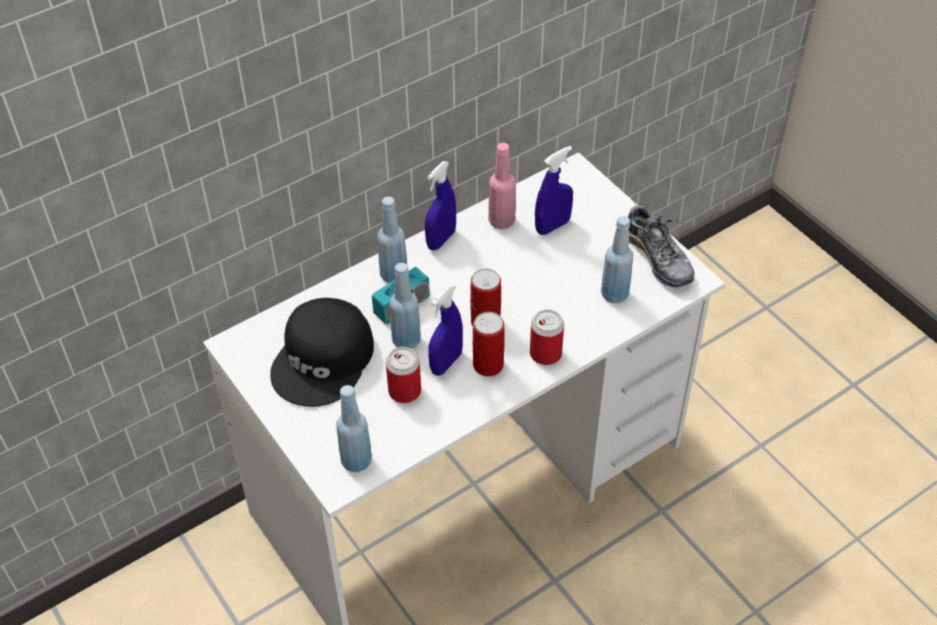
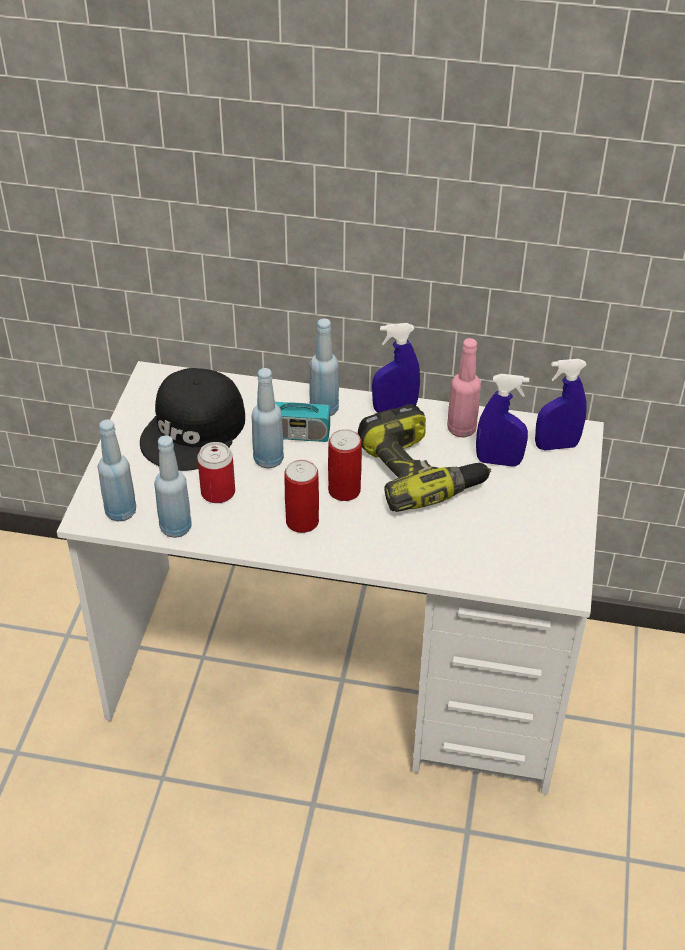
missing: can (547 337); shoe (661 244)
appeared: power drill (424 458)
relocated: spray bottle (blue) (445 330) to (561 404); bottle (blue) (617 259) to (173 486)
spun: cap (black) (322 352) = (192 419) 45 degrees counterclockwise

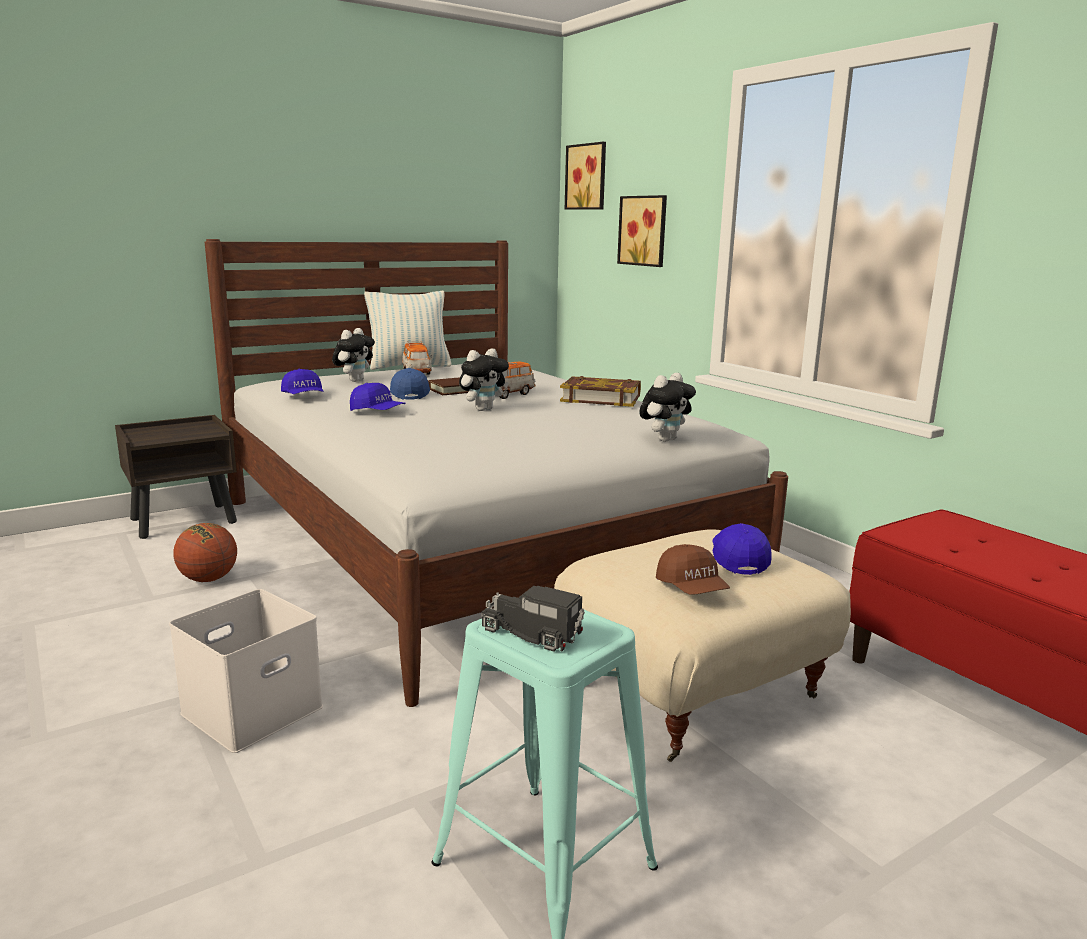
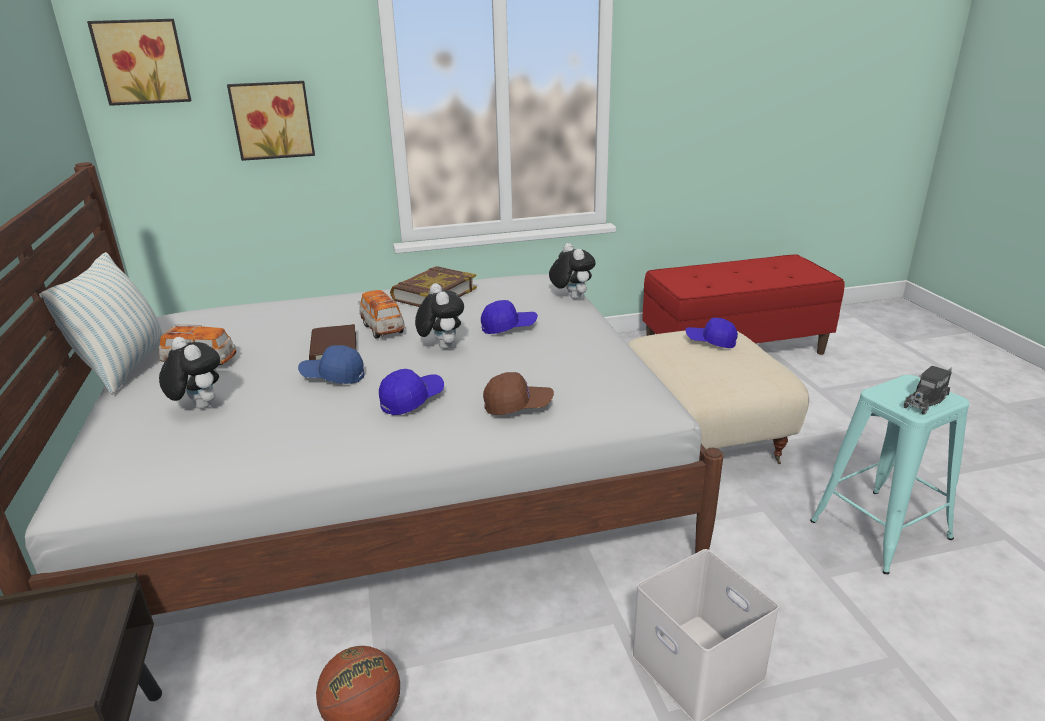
relocated: cap (blue) (302 381) to (509 317); cap (brown) (693 569) to (518 393)

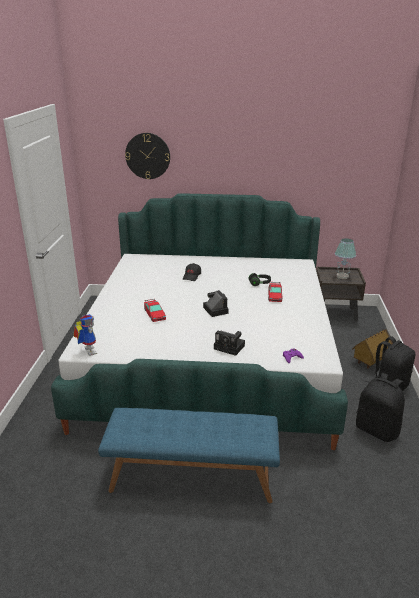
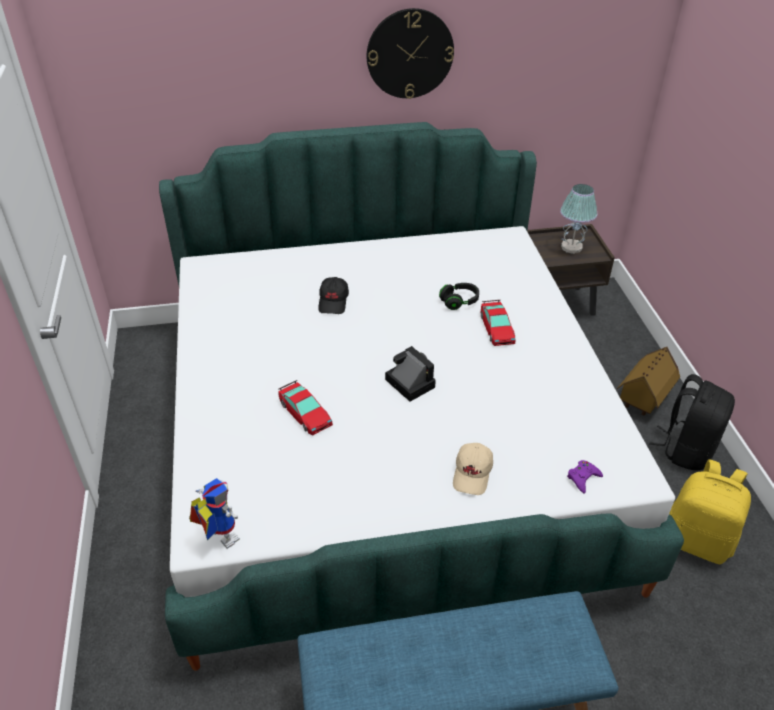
relocated: wall clock (147 156) to (410 53)
exchanged: photo camera (229 343) to cap (beige) (473 469)
colour: backpack (black) (380 407) to backpack (yellow) (710 511)

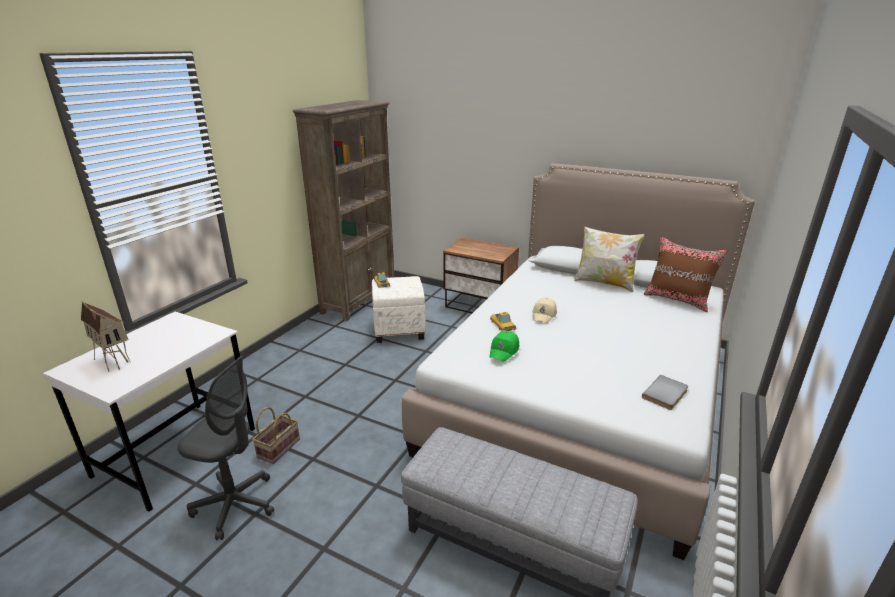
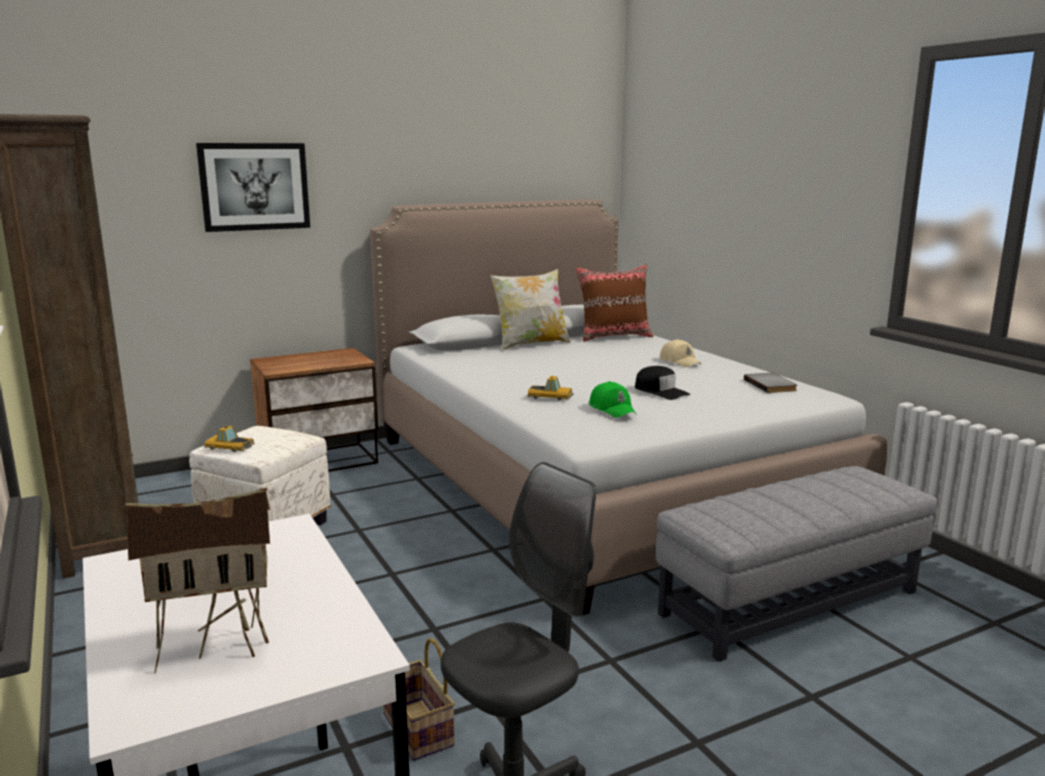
appeared: picture (253 187); cap (black) (663 383)
relocated: cap (beige) (544 310) to (680 353)

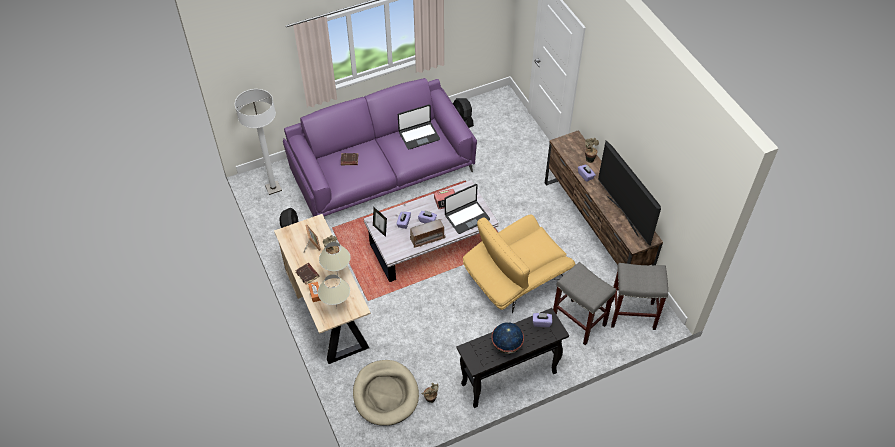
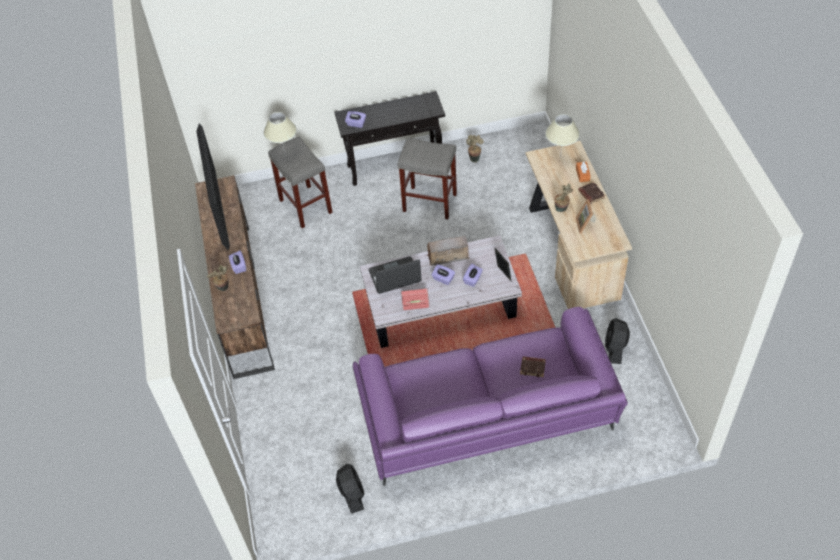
missing: floor lamp (white) (258 142); dog bed (beige) (386 393); laptop (419 126); armchair (yellow) (519 264); globe (508 338)
relocated: table lamp (beige) (335 259) to (280 132); stool (grey) (639 296) to (427 178)

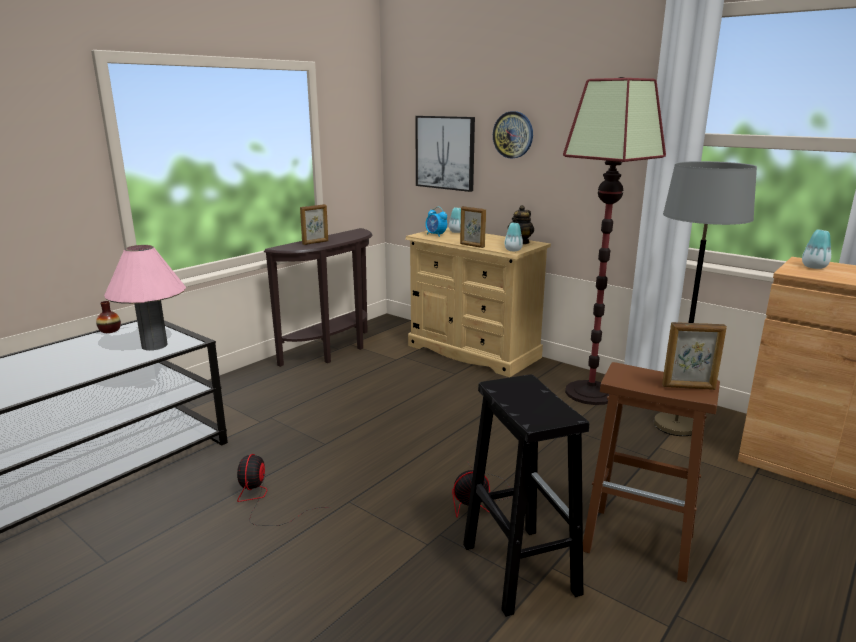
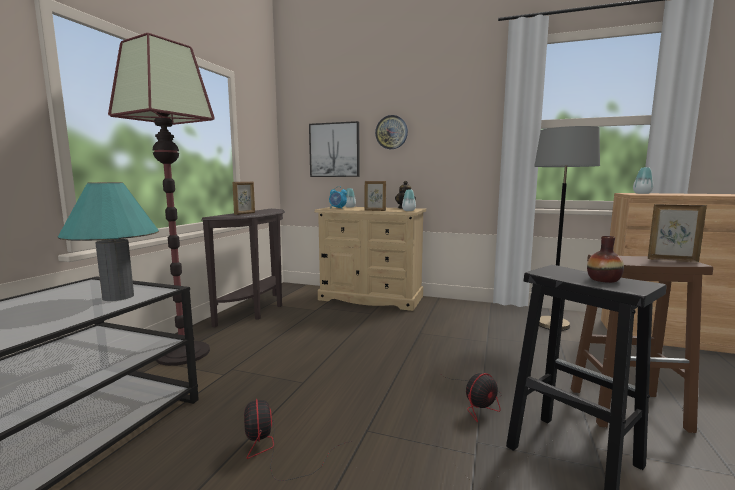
relocated: vase (108 317) to (605 259); floor lamp (614 241) to (161 199)
colour: table lamp (pink) (145 297) to table lamp (turquoise) (108 241)
spun: picture frame (694 356) = (677 233) 150 degrees counterclockwise

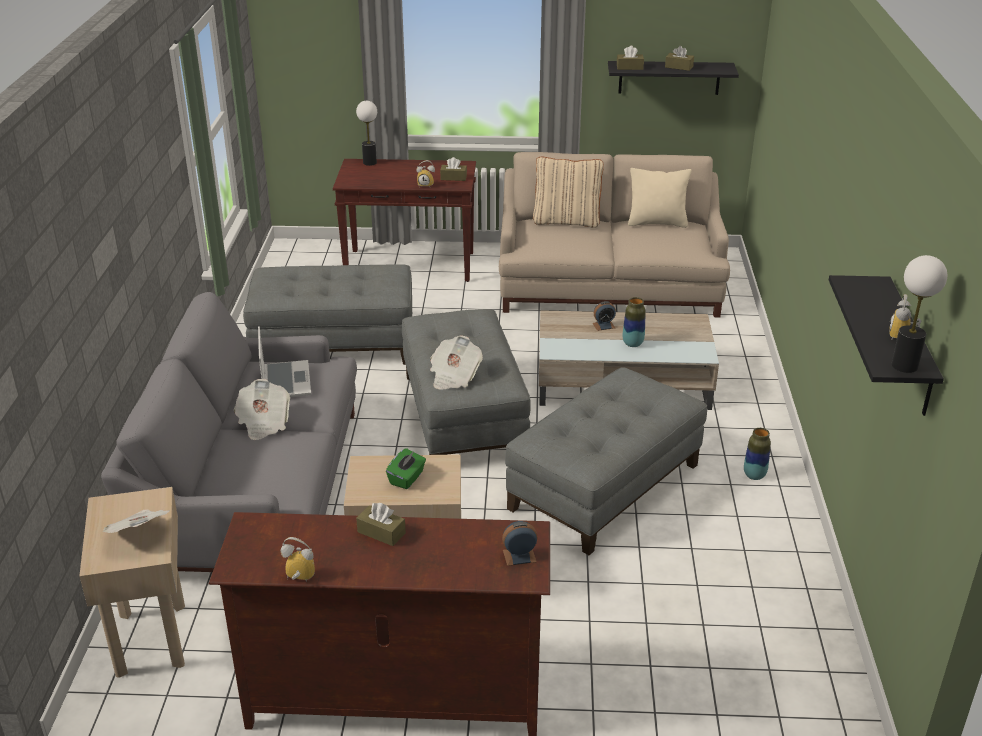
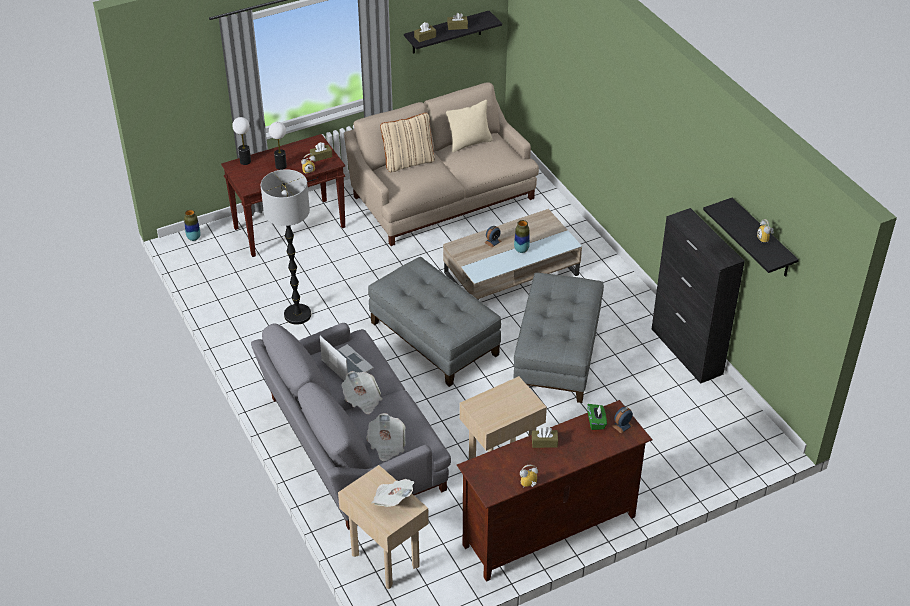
appeared: cabinet (black) (698 296)
relocated: tissue box (green) (406 468) to (597 417); newspaper (456 363) to (386 437); vase (757 454) to (192 225); table lamp (919 314) to (278 146)
exchanged: ottoman (grey) (327 314) to floor lamp (286 247)

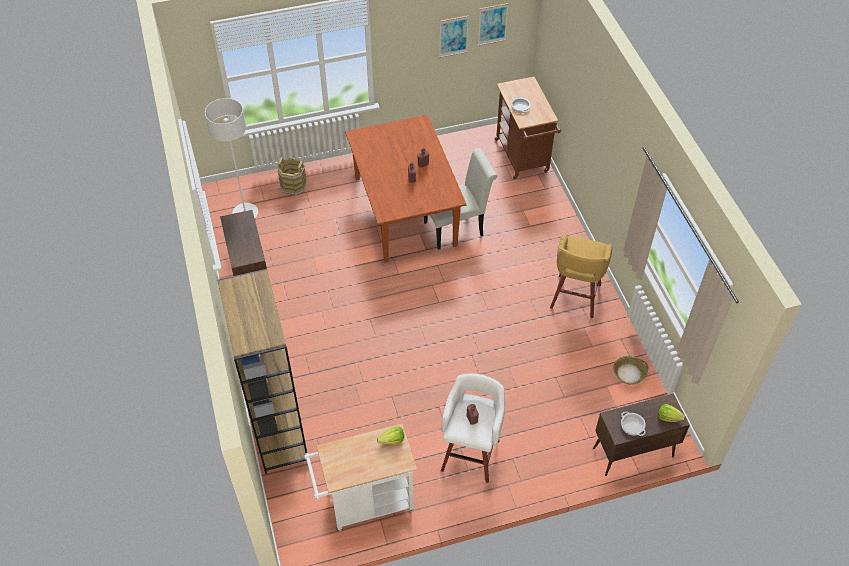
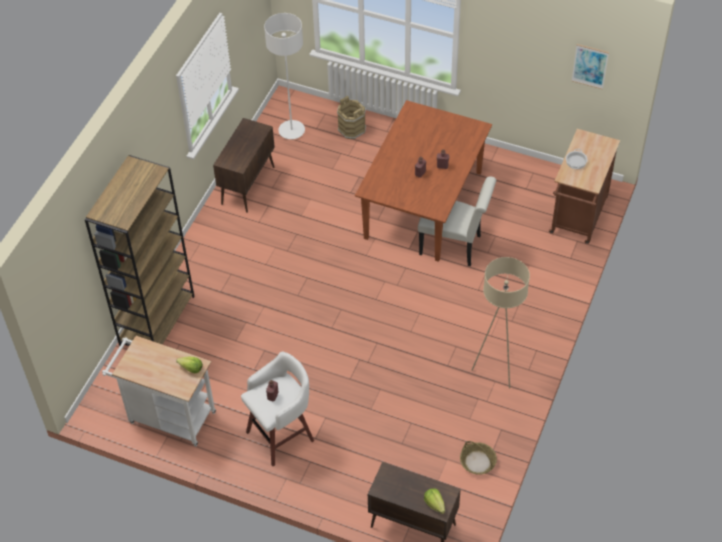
missing: picture (454 36); cooking pot (633 423)
exchanged: stool (yellow) (581 276) to floor lamp (beige) (501 323)

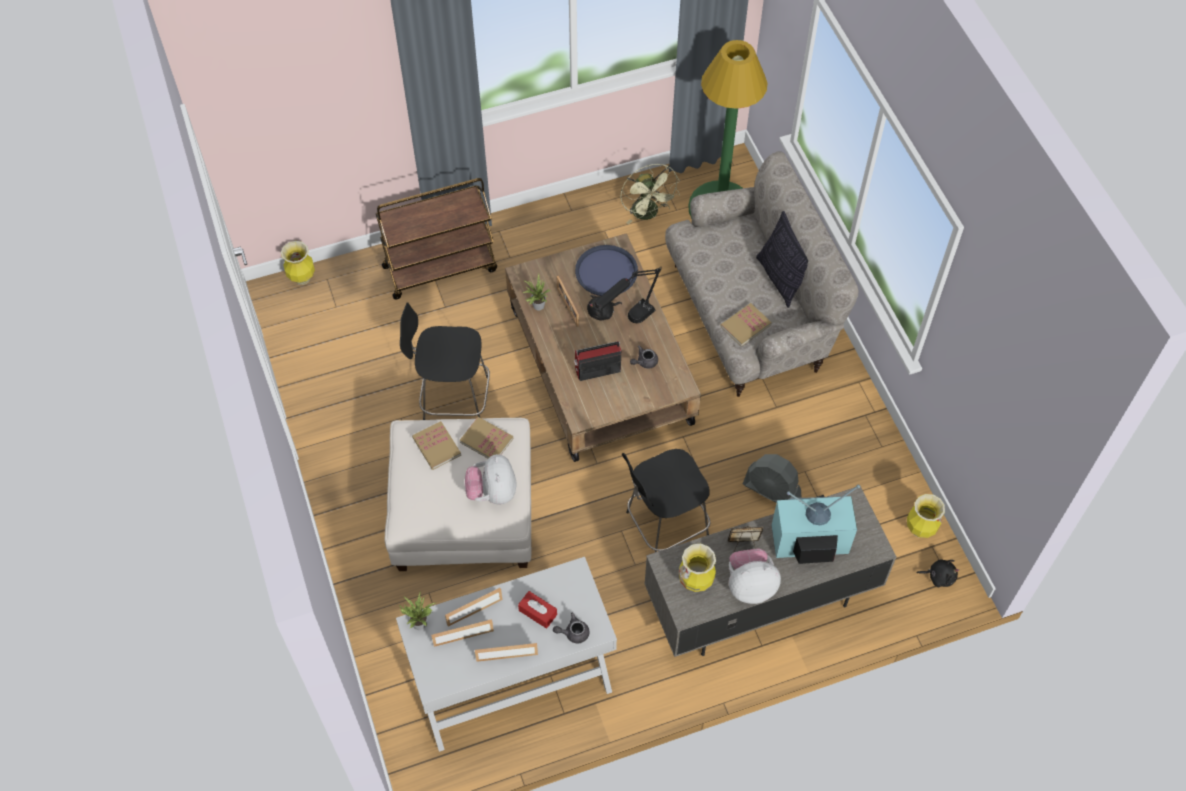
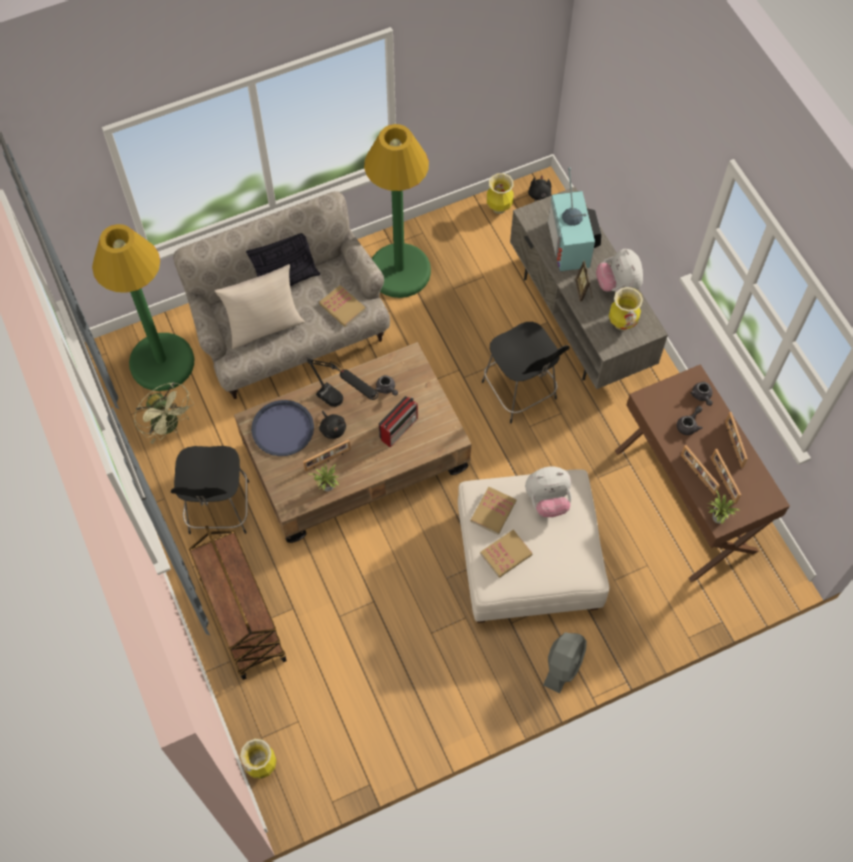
appeared: pillow (beige) (260 306); floor lamp (green) (397 211)
relocated: stool (black) (445 361) to (209 490); fan (grey) (772 478) to (565 662)
exchanged: tissue box (red) (537 610) to teapot (grey) (690 420)
colour: console table (white) (506 654) to console table (brown) (702 473)
spun: radio (597 361) = (398 421) 120 degrees counterclockwise; fan (green) (650 194) = (164 413) 75 degrees clockwise

